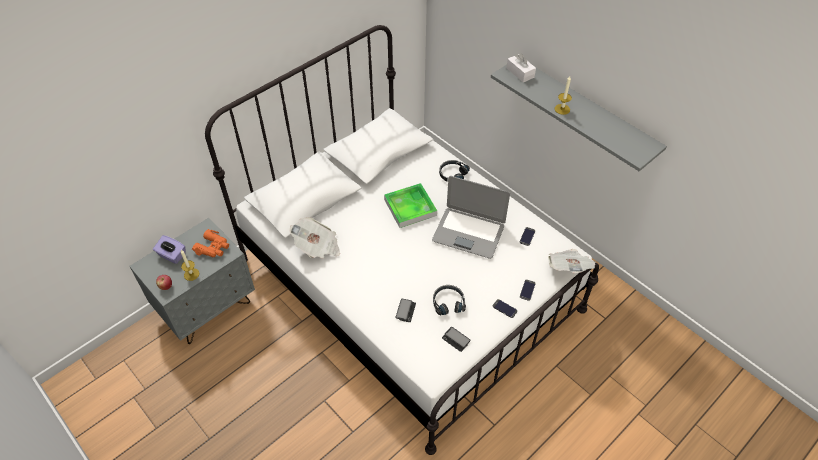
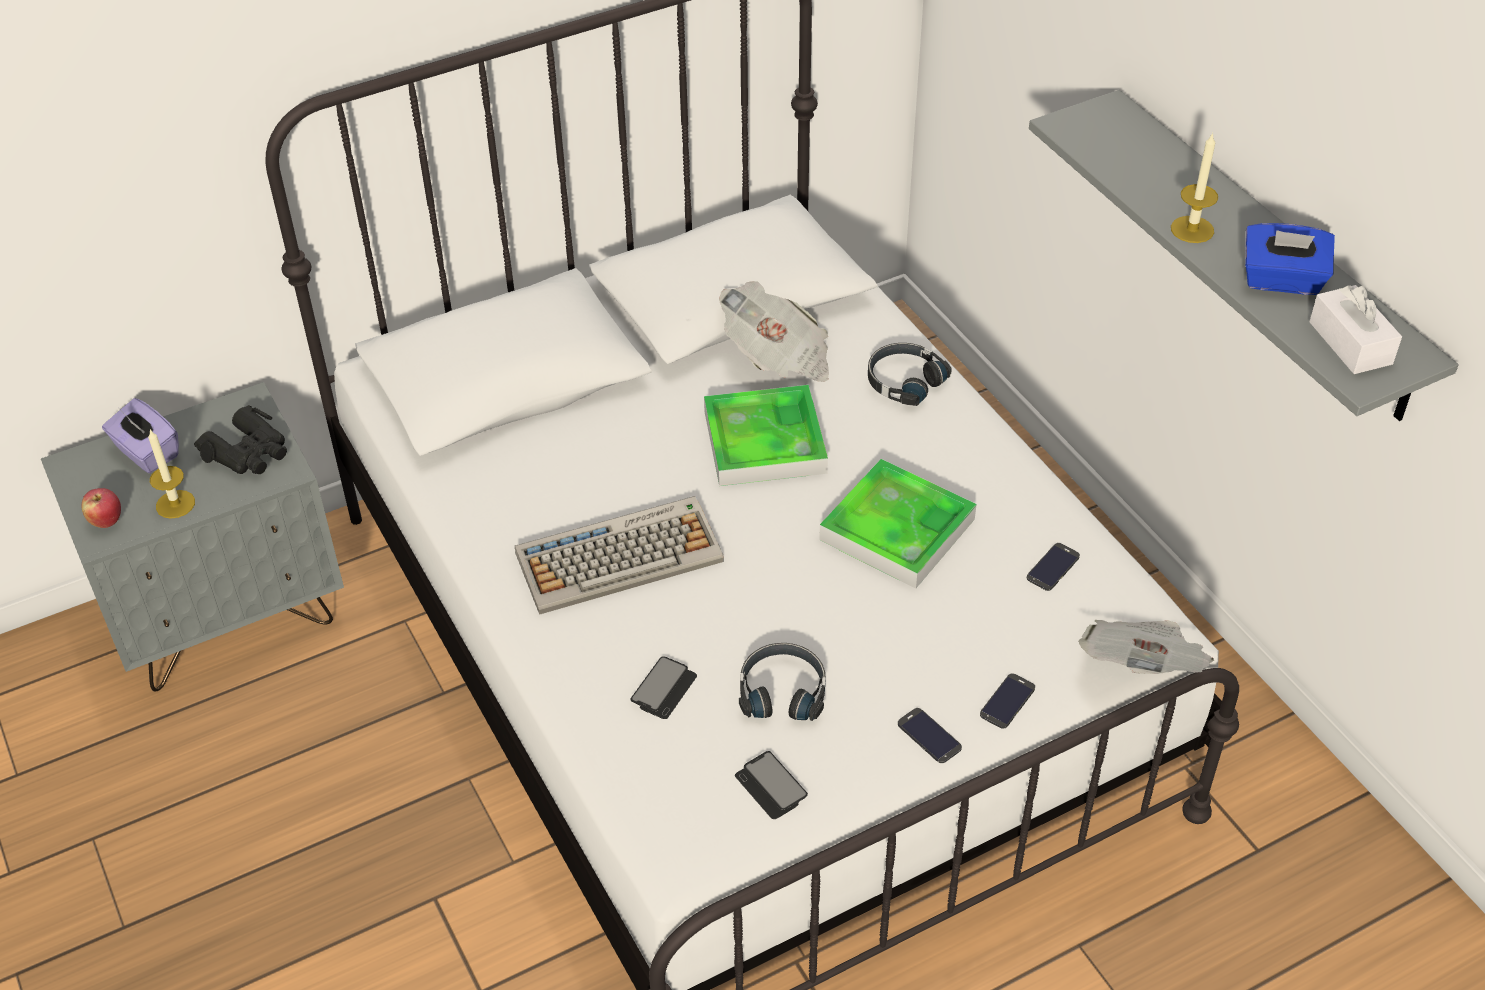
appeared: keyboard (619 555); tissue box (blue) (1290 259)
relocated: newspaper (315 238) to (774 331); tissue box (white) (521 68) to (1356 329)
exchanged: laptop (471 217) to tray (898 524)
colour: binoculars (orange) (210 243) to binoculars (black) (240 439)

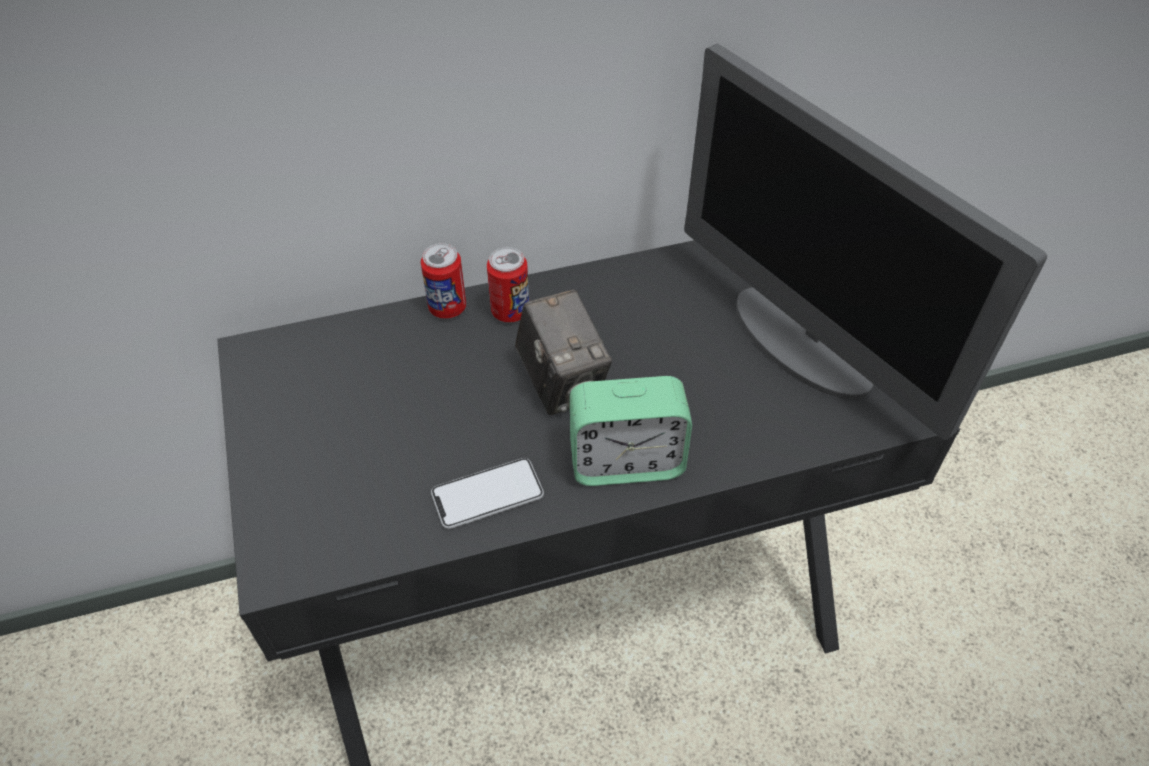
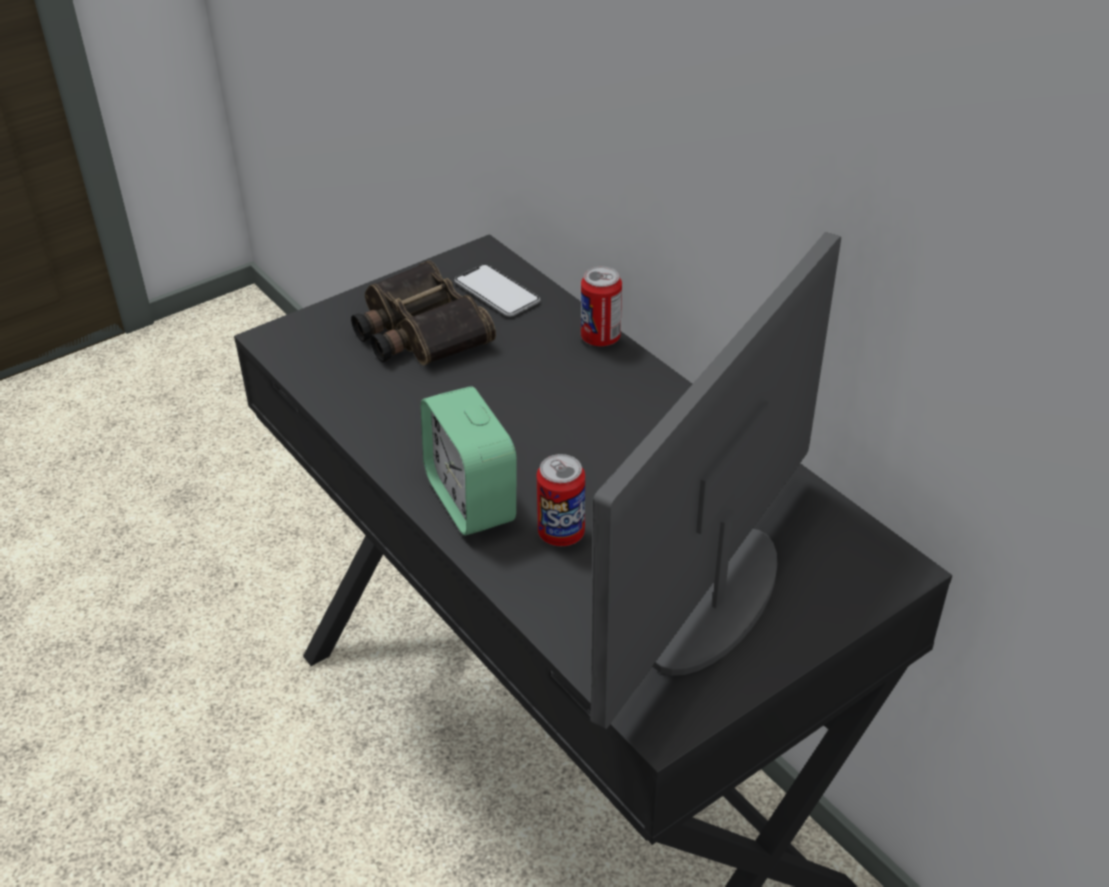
missing: photo camera (563 352)
appeared: binoculars (423 313)
relocated: phone (487 493) to (497 290); can (508 284) to (561 500)

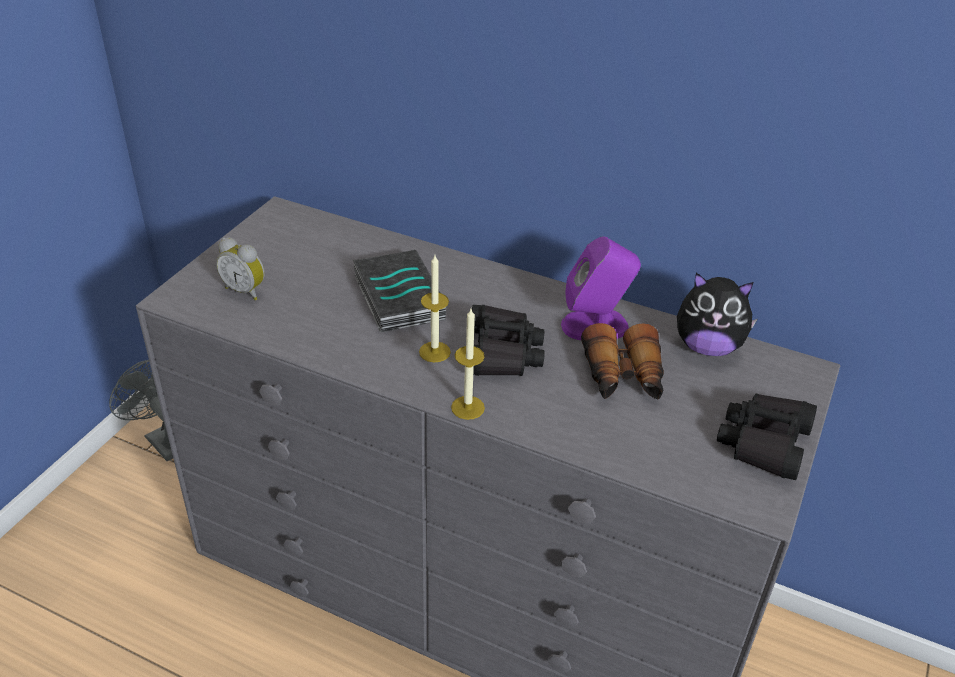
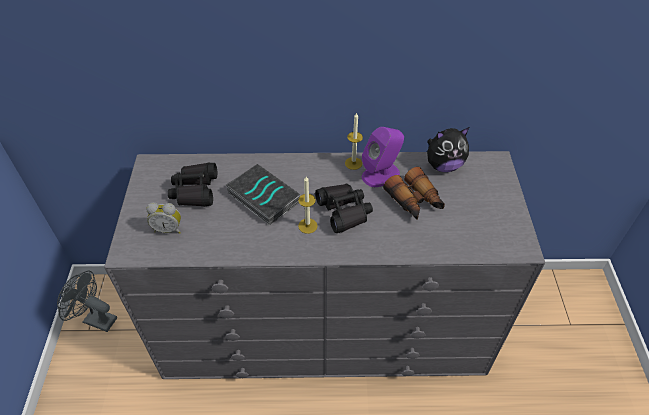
relocated: candle (468 364) to (354 141); binoculars (black) (767 436) to (192 184)

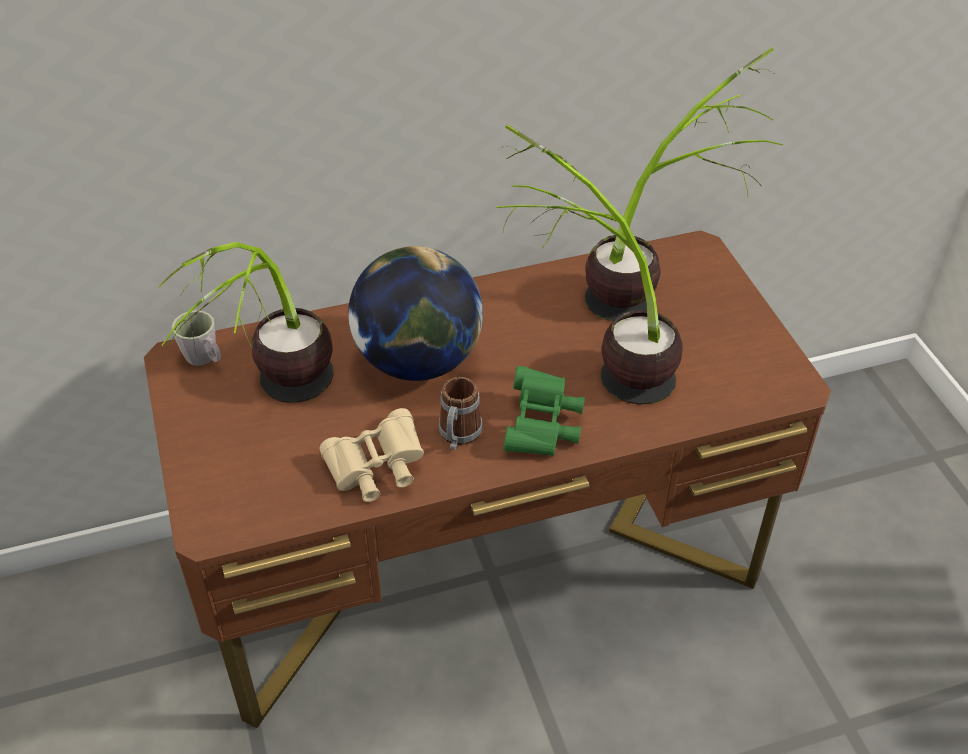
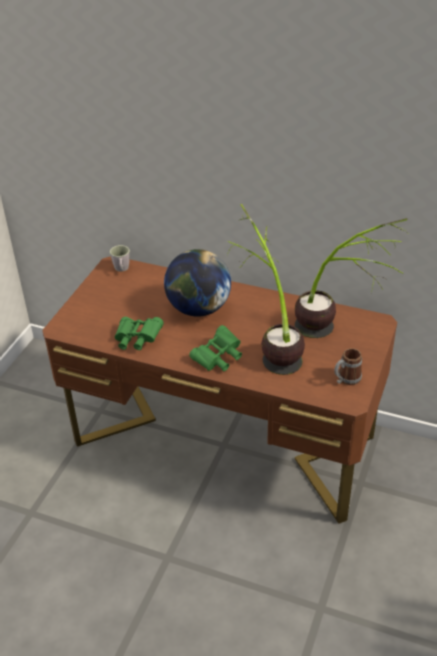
missing: potted plant (246 322)
relocated: mug (460 413) to (348 366)
colour: binoculars (beige) (372 455) to binoculars (green) (139 333)

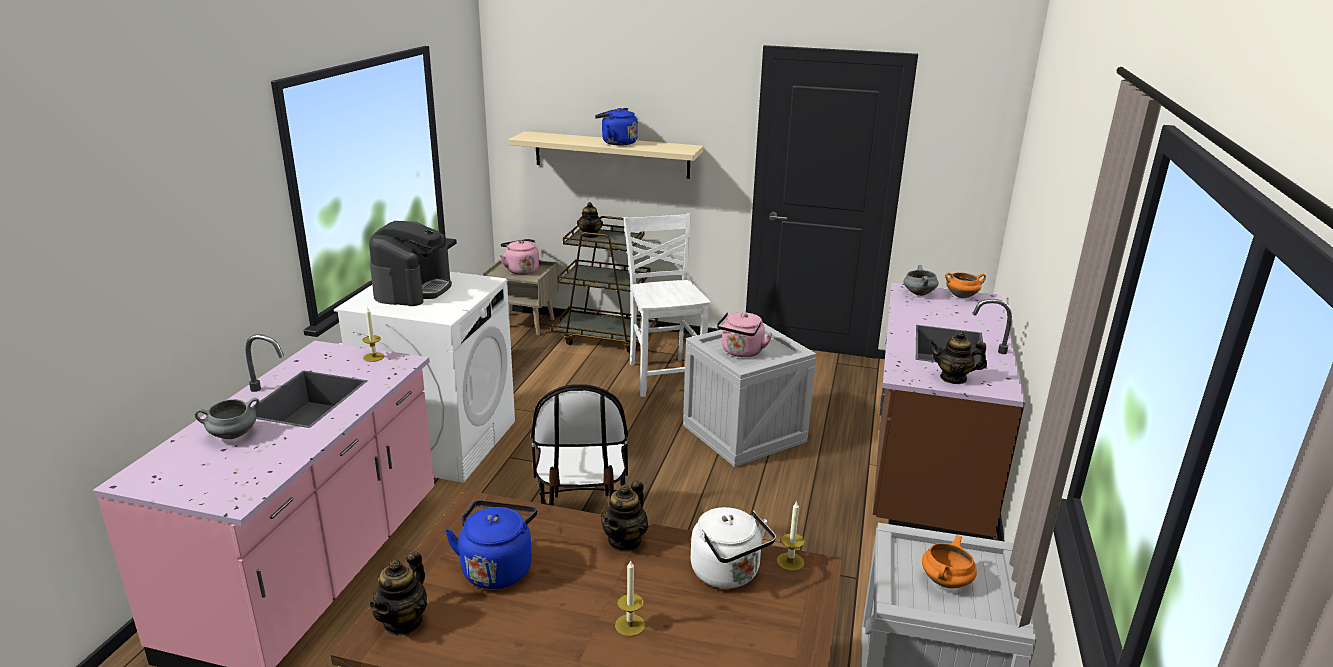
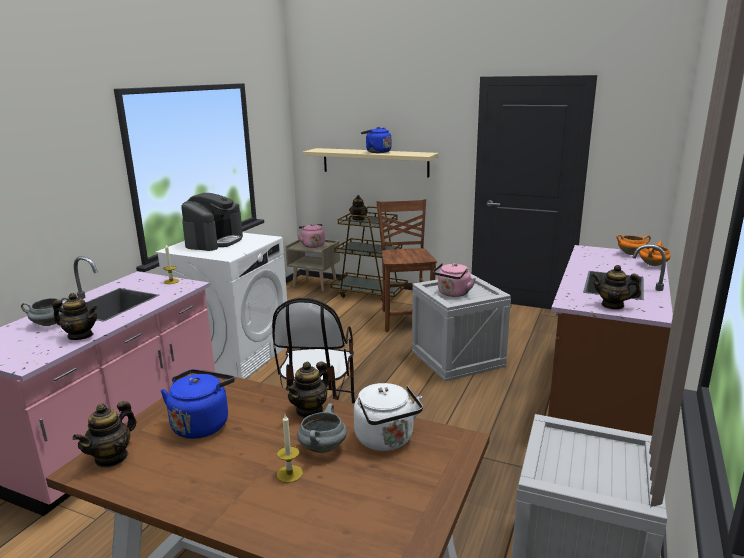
missing: candle (791 535)
appeared: teapot (75 316)
relocated: cooking pot (grey) (921 280) to (322 428); cooking pot (orange) (949 561) to (655 253)
colour: chair (white) (666 305) to chair (brown) (406 265)

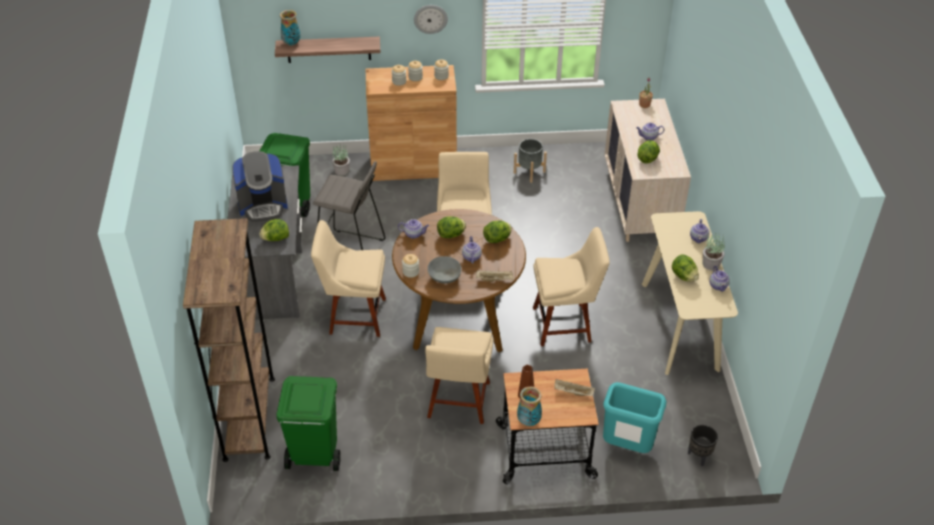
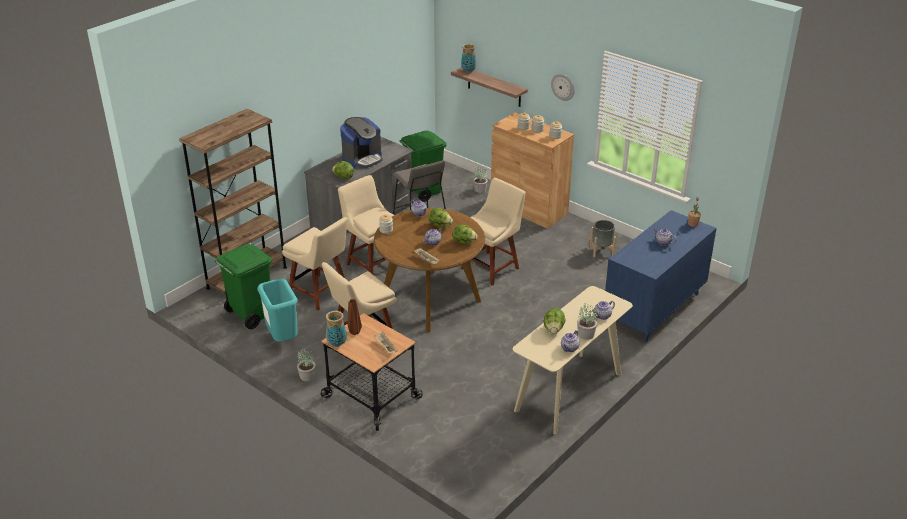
missing: bowl (grey) (444 270); lettuce (648 151); planter (black) (703 445)
appeared: potted plant (306 364)
relocated: chair (beige) (571 286) to (315 263); trash can (turquoise) (634 417) to (277 310)
colour: dresser (beige) (647 170) to dresser (blue) (661 276)
spun: coffee machine (260 186) = (361 142) 75 degrees counterclockwise

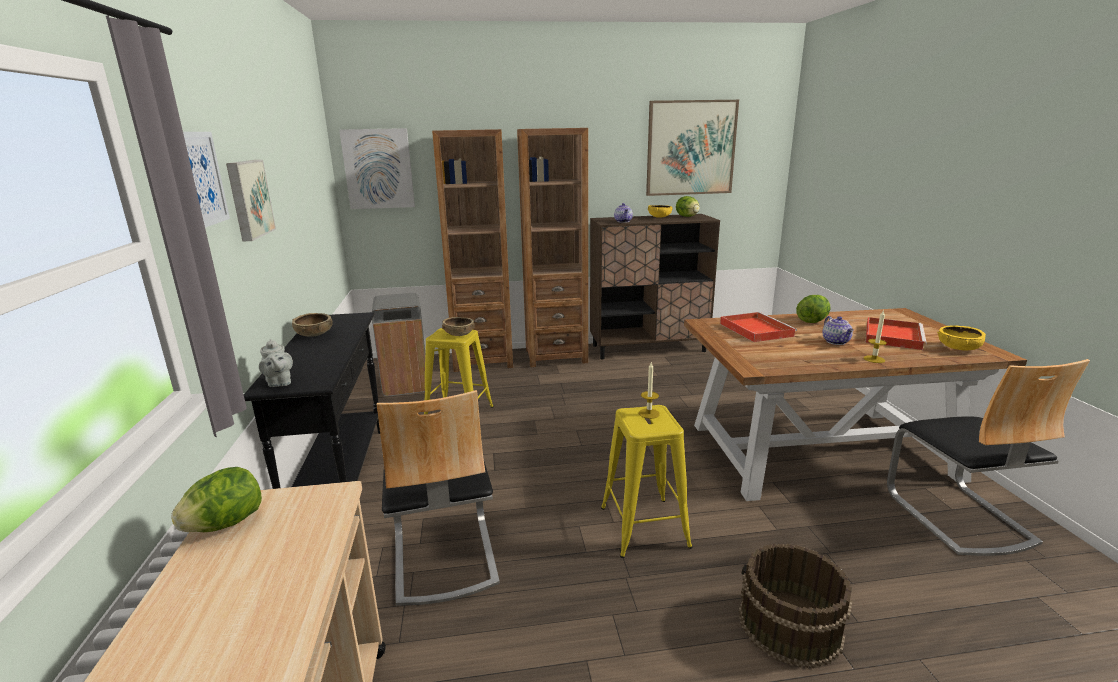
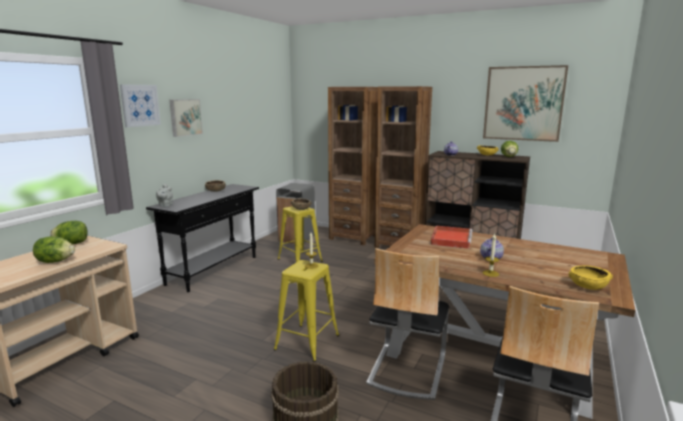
missing: picture (377 168); tray (red) (896 333)
relocated: chair (438 498) to (407 324); lettuce (813 309) to (54 249)

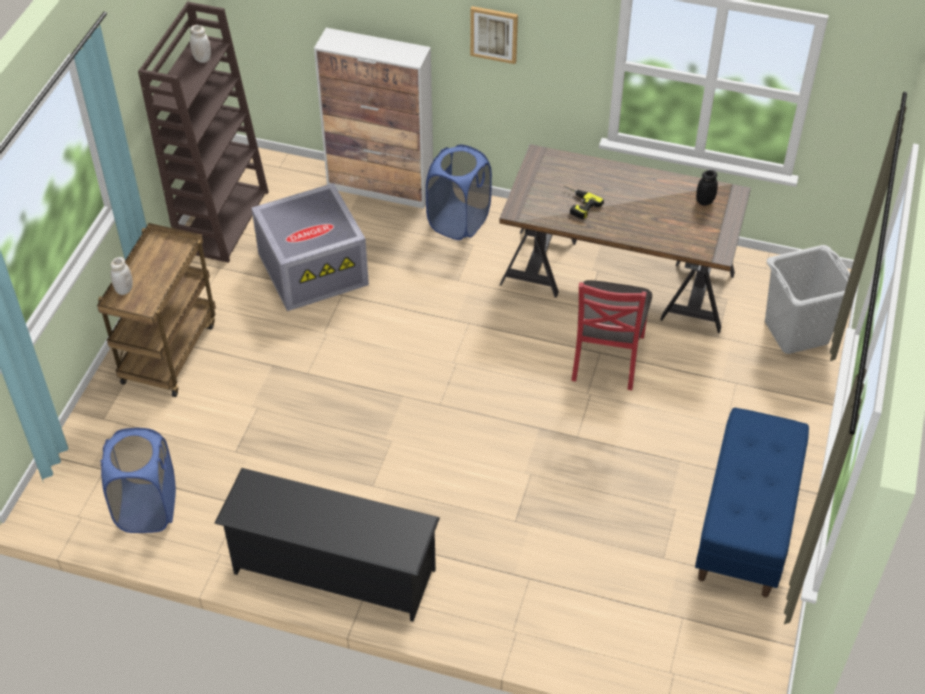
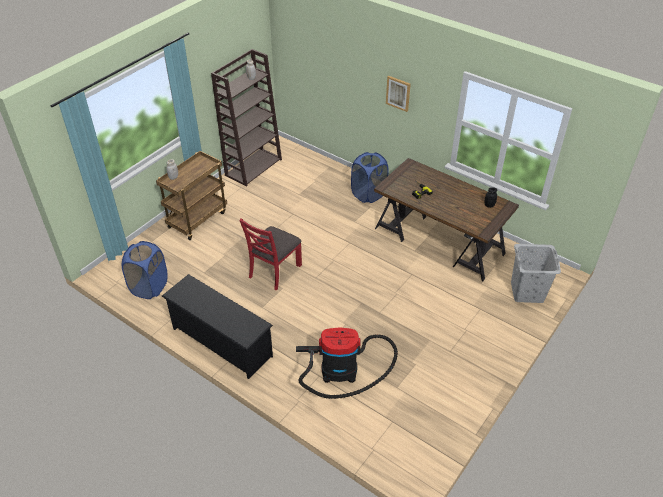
missing: storage box (grey) (310 247); cabinet (373 118); bench (blue) (752 502)
appeared: vacuum cleaner (347 363)
relocated: chair (red) (611 335) to (270 254)

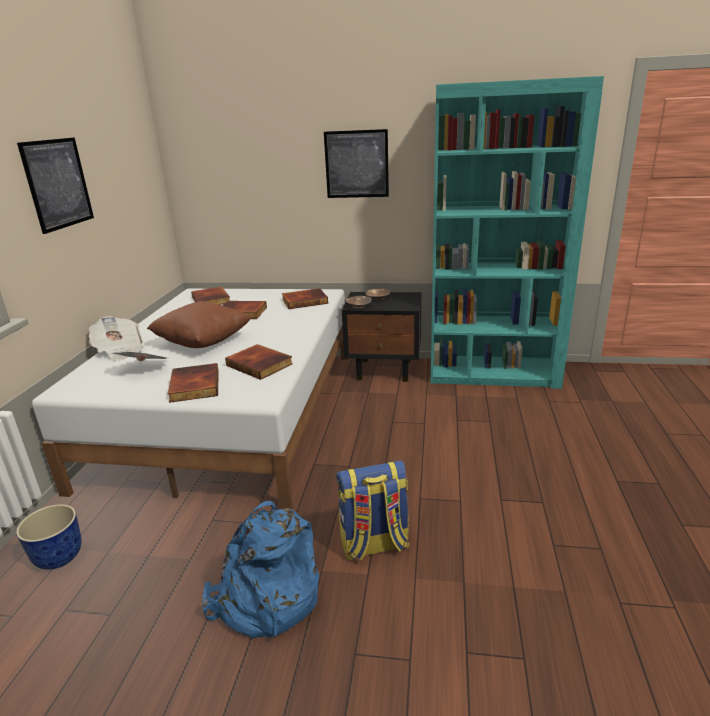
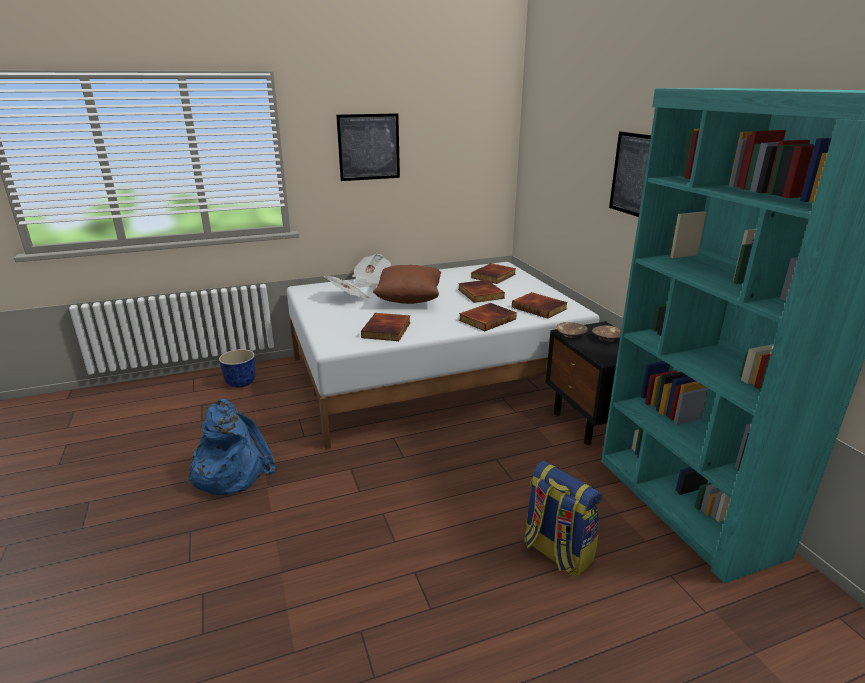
relocated: book (193 383) to (488 317); backpack (373 510) to (563 519)

